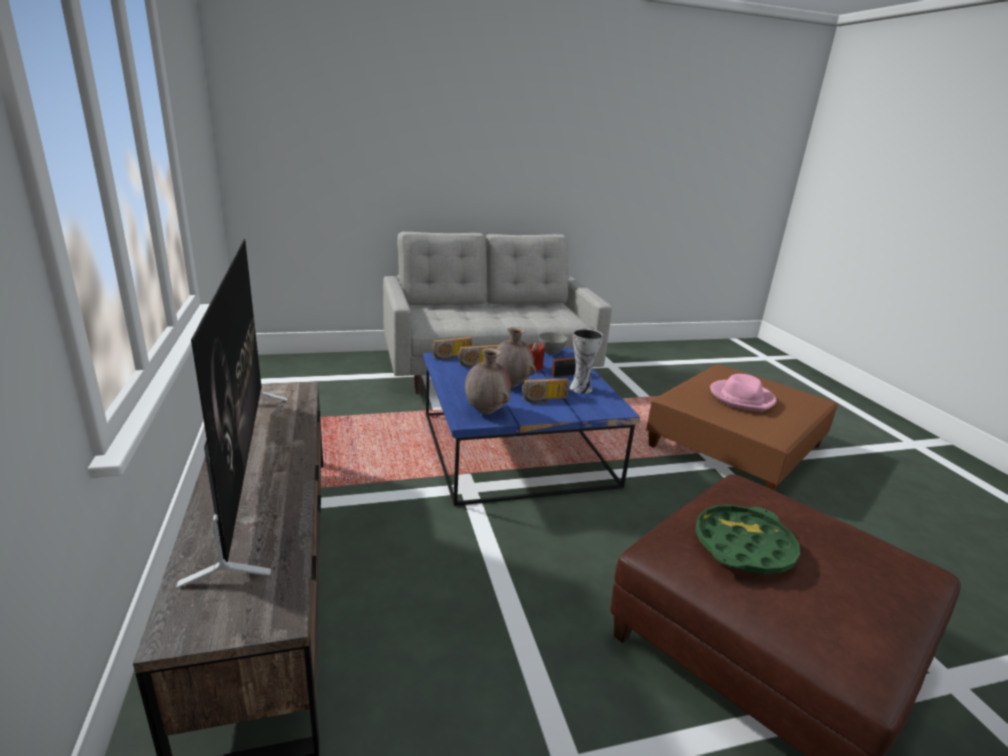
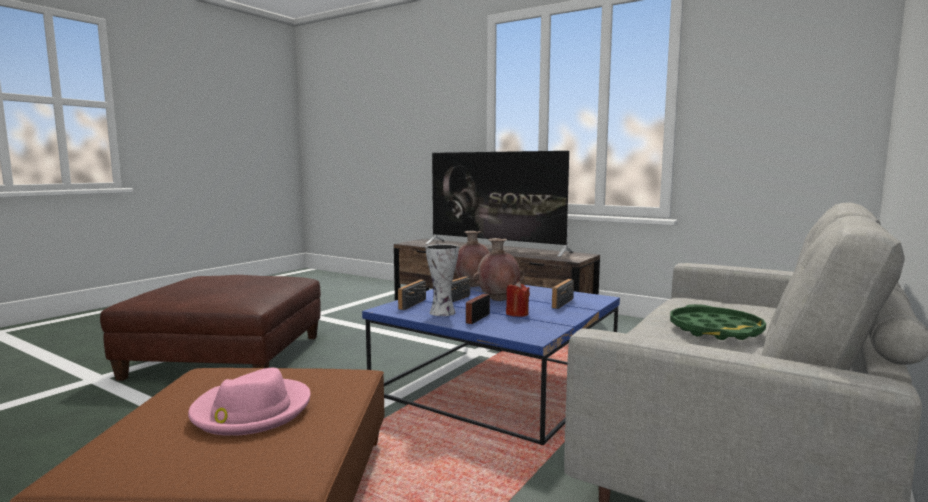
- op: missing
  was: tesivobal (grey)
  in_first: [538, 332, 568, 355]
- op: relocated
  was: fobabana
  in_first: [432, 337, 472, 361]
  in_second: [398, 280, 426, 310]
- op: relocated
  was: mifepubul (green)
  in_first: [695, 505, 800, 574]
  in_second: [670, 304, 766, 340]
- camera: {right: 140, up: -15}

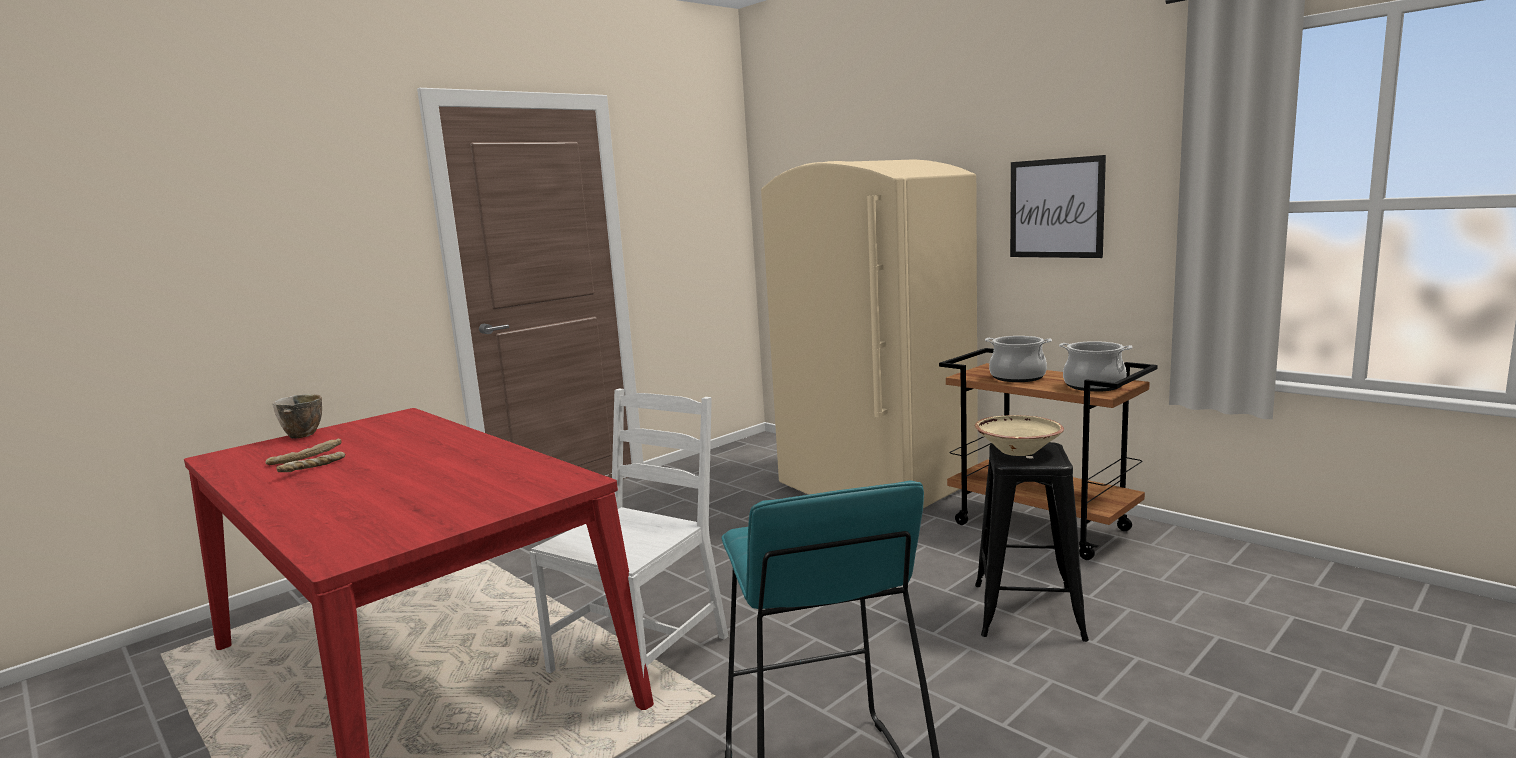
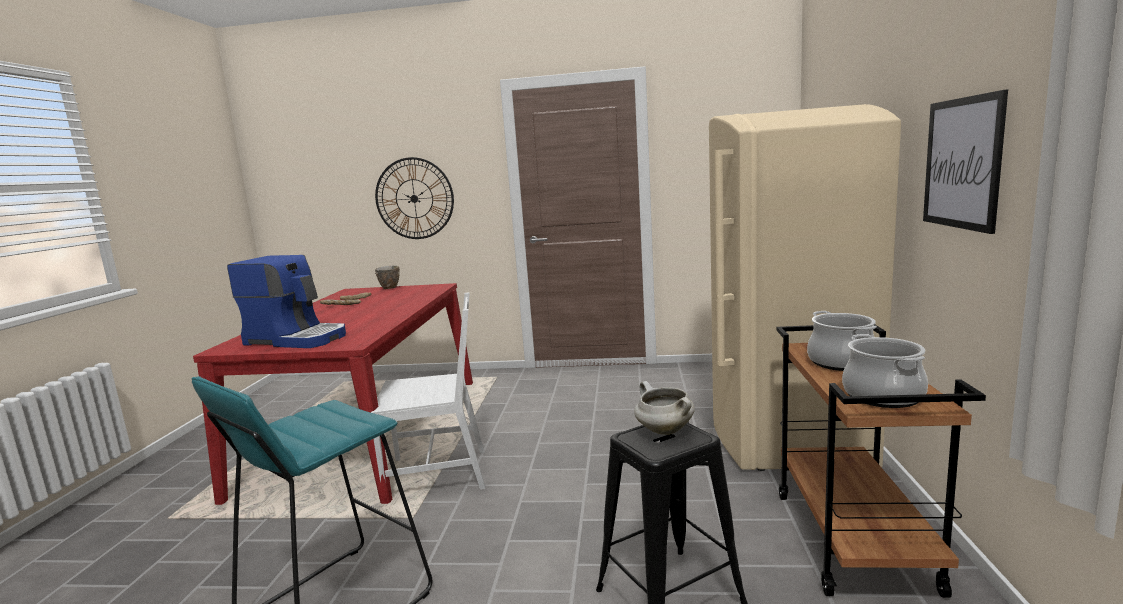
- op: exchanged
  was: tesivobal (beige)
  now: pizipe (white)
  in_first: [975, 415, 1064, 456]
  in_second: [634, 381, 695, 435]
- op: appeared
  now: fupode
  in_second: [375, 157, 454, 239]
- op: appeared
  now: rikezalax
  in_second: [227, 255, 346, 348]
- camera: {right: 50, up: 0}

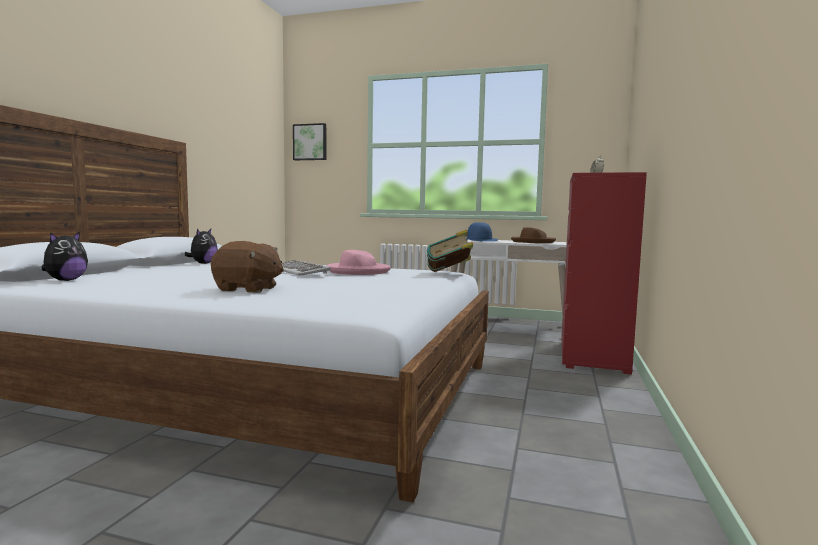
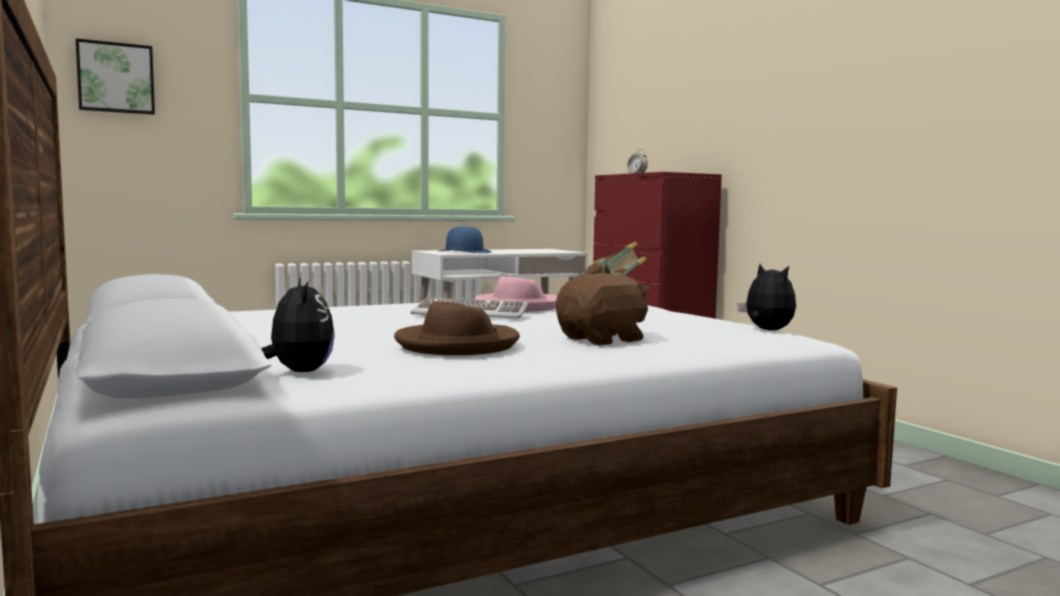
- op: relocated
  was: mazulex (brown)
  in_first: [511, 227, 556, 243]
  in_second: [394, 302, 520, 355]
- op: relocated
  was: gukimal
  in_first: [185, 229, 218, 264]
  in_second: [737, 264, 796, 330]
- camera: {right: -45, up: 0}

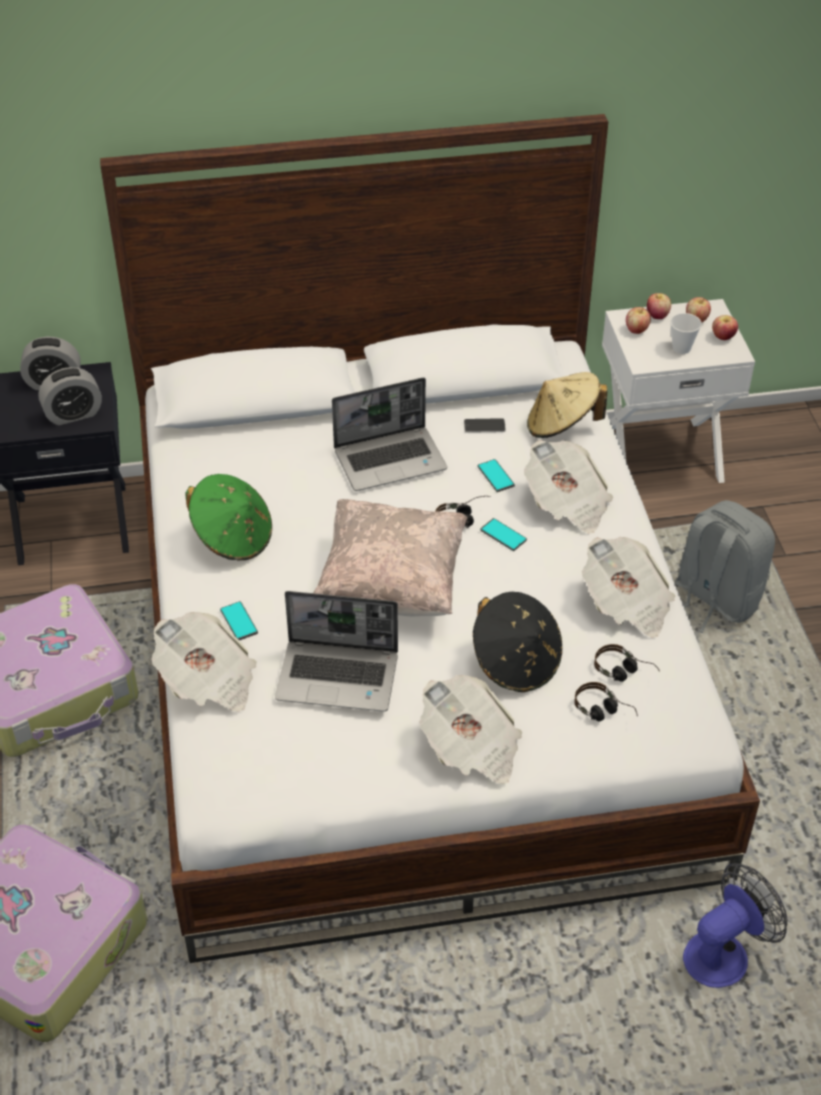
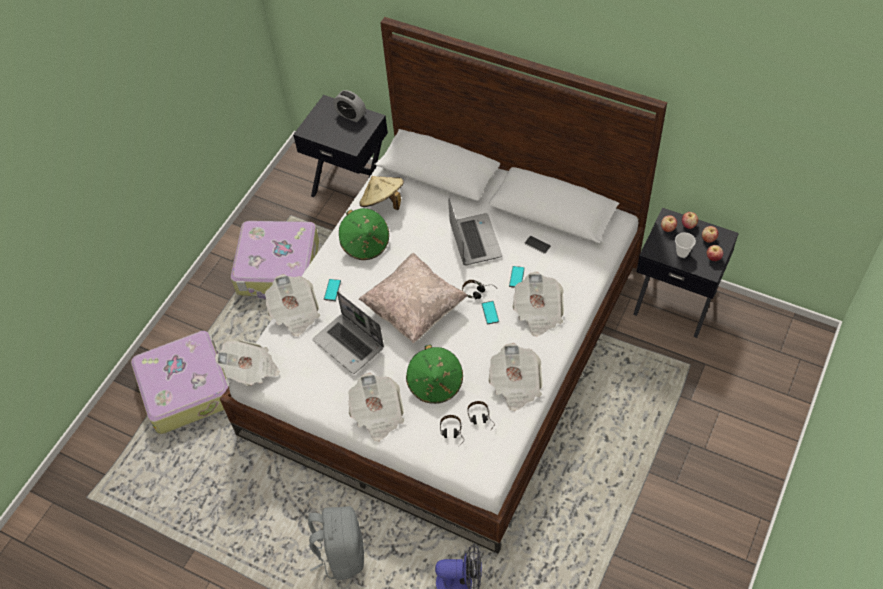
- op: colour
  was: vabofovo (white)
  now: vabofovo (black)
  in_first: [602, 299, 755, 483]
  in_second: [633, 208, 739, 338]
- op: missing
  was: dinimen
  in_first: [38, 367, 102, 425]
- op: relocated
  was: mazulex (beige)
  in_first: [527, 372, 607, 438]
  in_second: [359, 176, 404, 210]
- op: spun
  was: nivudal
  in_first: [332, 377, 447, 491]
  in_second: [448, 198, 502, 266]
  clockwise: -120
- op: relocated
  was: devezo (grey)
  in_first: [675, 500, 775, 633]
  in_second: [308, 506, 364, 580]
- op: colour
  was: mazulex (black)
  now: mazulex (green)
  in_first: [473, 592, 562, 692]
  in_second: [406, 344, 463, 404]
- op: appeared
  now: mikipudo
  in_second: [215, 338, 280, 386]
- camera: {right: 40, up: 10}

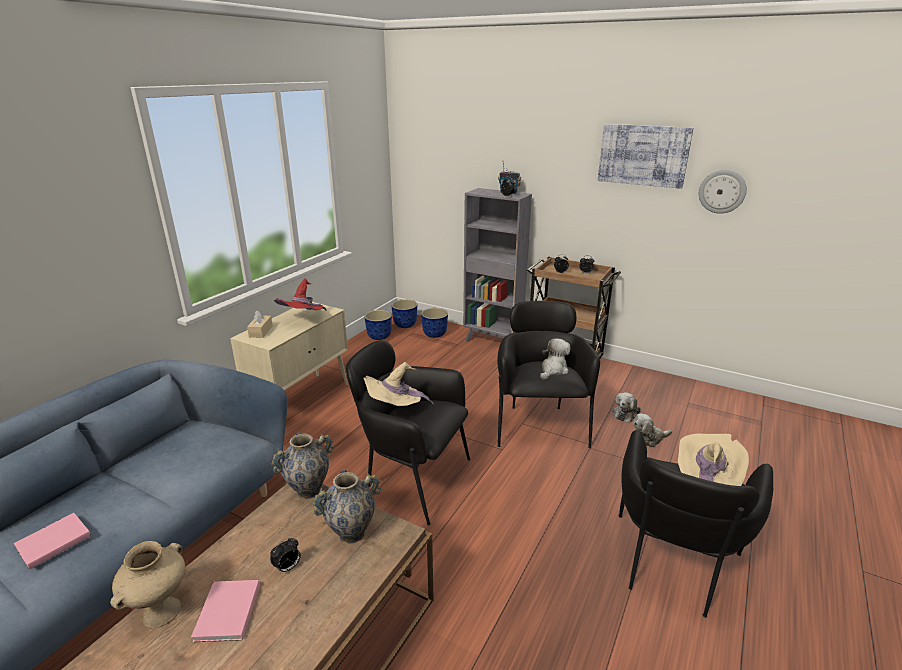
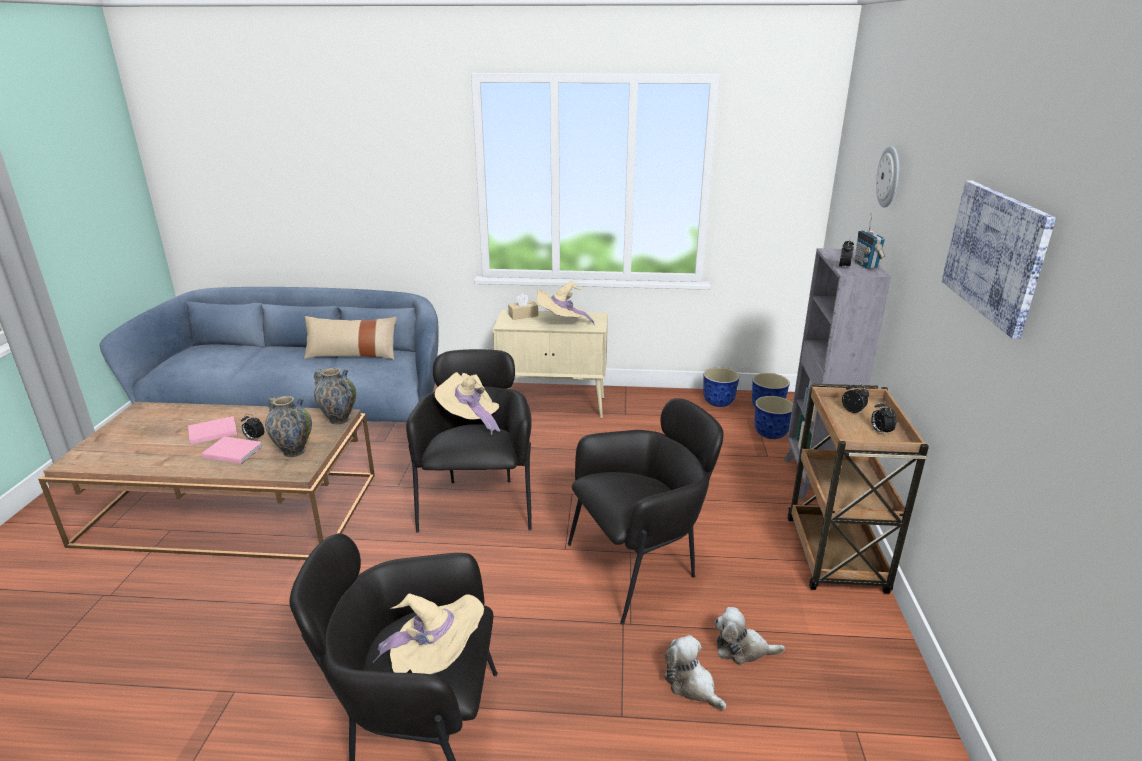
- op: relocated
  was: fupode
  in_first: [699, 170, 747, 214]
  in_second: [876, 146, 899, 207]
- op: colour
  was: mazulex (red)
  now: mazulex (beige)
  in_first: [274, 279, 327, 310]
  in_second: [537, 281, 595, 326]
- op: missing
  was: gukimal
  in_first: [540, 338, 570, 380]
- op: relocated
  was: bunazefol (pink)
  in_first: [14, 513, 91, 569]
  in_second: [202, 436, 263, 464]
- op: missing
  was: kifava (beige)
  in_first: [110, 541, 185, 628]
- op: appeared
  now: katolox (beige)
  in_second: [304, 316, 397, 360]
- camera: {right: 65, up: 0}

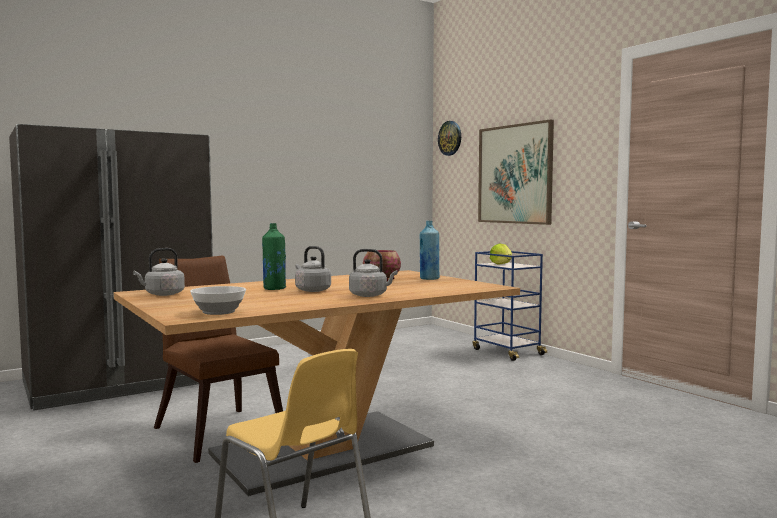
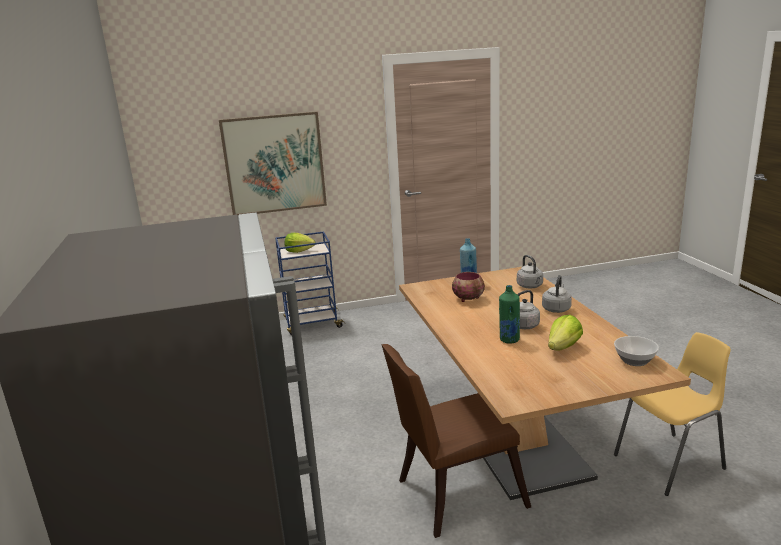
- op: missing
  was: fupode
  in_first: [438, 121, 461, 156]
- op: relocated
  was: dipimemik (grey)
  in_first: [133, 248, 185, 296]
  in_second: [517, 255, 543, 288]
- op: appeared
  now: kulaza
  in_second: [548, 315, 583, 351]
- camera: {right: -70, up: 15}

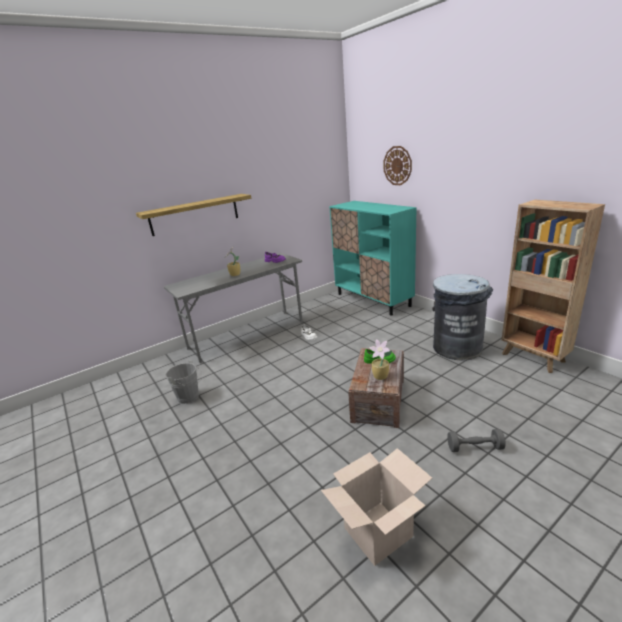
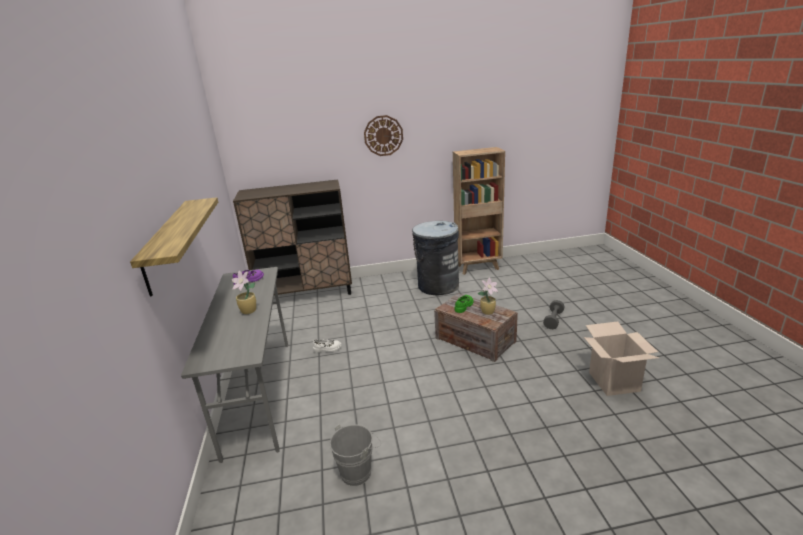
- op: relocated
  was: fupode
  in_first: [384, 146, 412, 185]
  in_second: [364, 115, 403, 156]
- op: colour
  was: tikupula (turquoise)
  now: tikupula (brown)
  in_first: [329, 201, 417, 316]
  in_second: [233, 180, 352, 295]
- camera: {right: -65, up: 0}

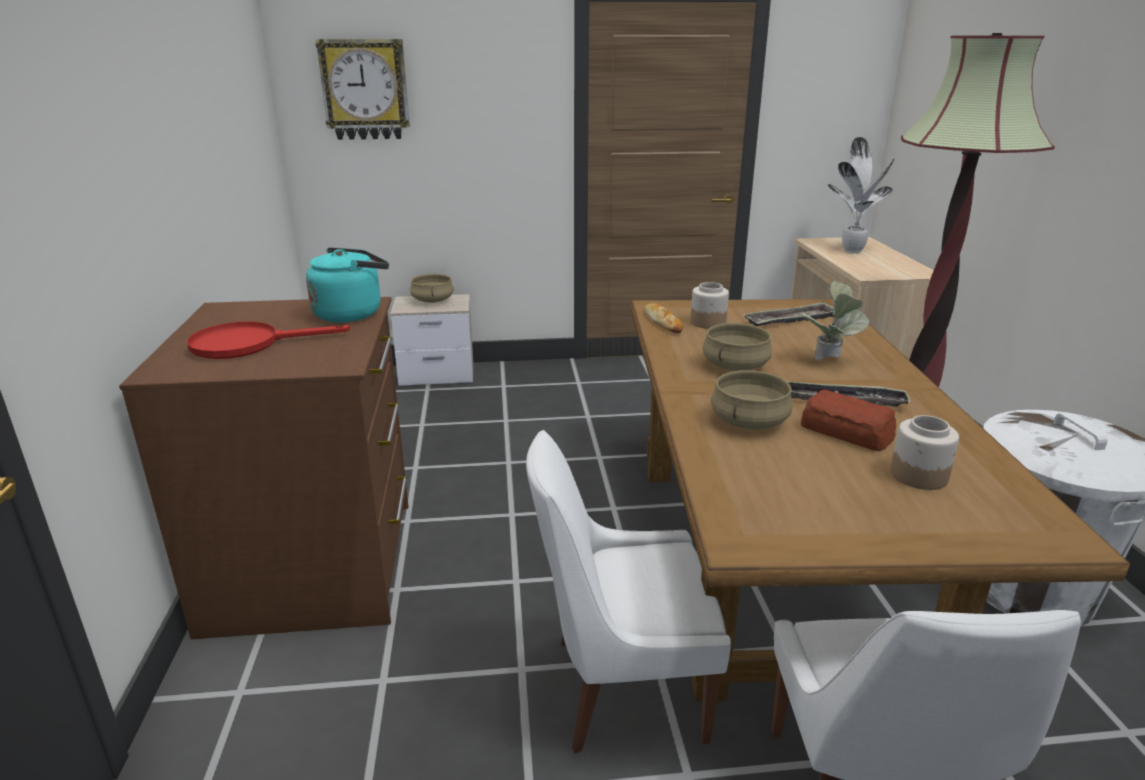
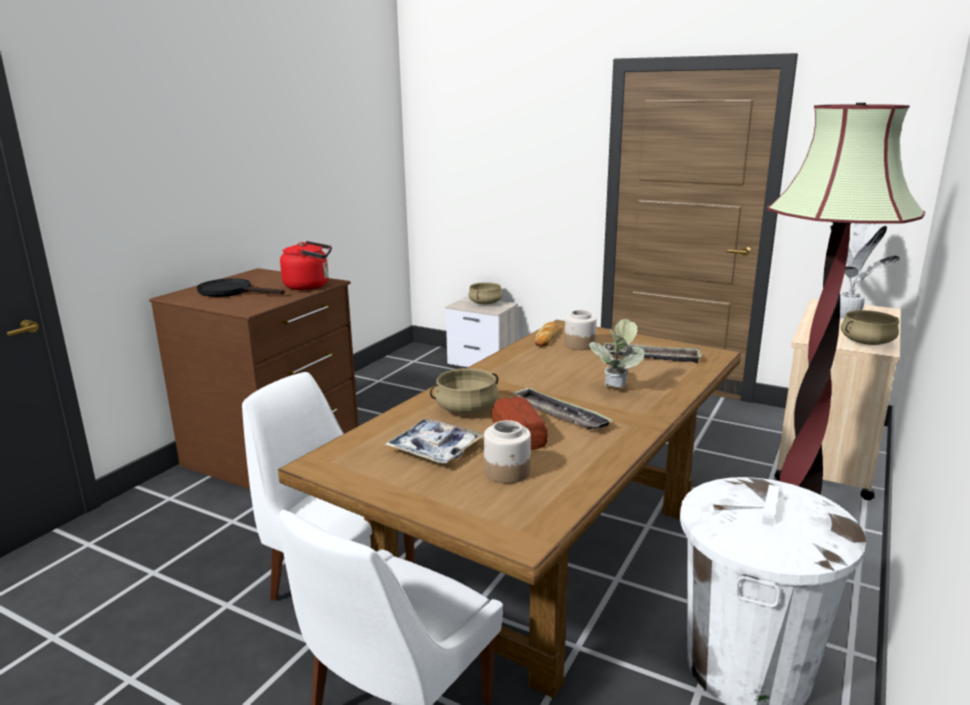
- op: missing
  was: fupode
  in_first: [316, 39, 410, 140]
- op: colour
  was: dipimemik (turquoise)
  now: dipimemik (red)
  in_first: [306, 247, 389, 322]
  in_second: [280, 241, 332, 290]
- op: colour
  was: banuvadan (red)
  now: banuvadan (black)
  in_first: [187, 321, 350, 359]
  in_second: [197, 278, 285, 297]
- op: relocated
  was: pizipe (beige)
  in_first: [702, 323, 772, 371]
  in_second: [841, 310, 899, 345]
- op: appeared
  now: mifepubul
  in_second: [384, 419, 484, 463]
- camera: {right: 35, up: -5}

